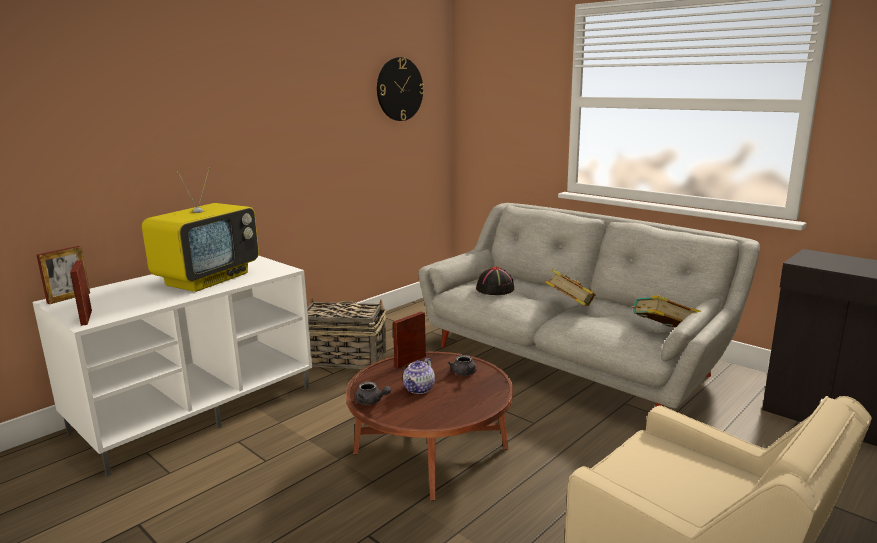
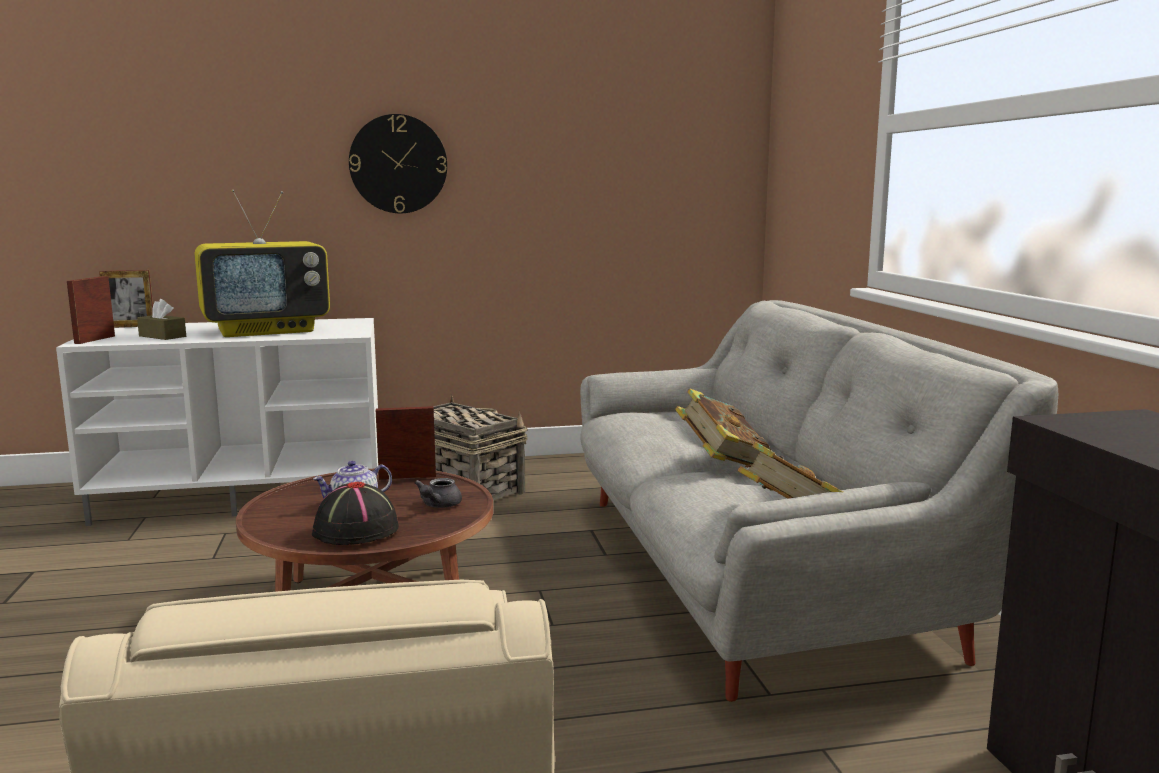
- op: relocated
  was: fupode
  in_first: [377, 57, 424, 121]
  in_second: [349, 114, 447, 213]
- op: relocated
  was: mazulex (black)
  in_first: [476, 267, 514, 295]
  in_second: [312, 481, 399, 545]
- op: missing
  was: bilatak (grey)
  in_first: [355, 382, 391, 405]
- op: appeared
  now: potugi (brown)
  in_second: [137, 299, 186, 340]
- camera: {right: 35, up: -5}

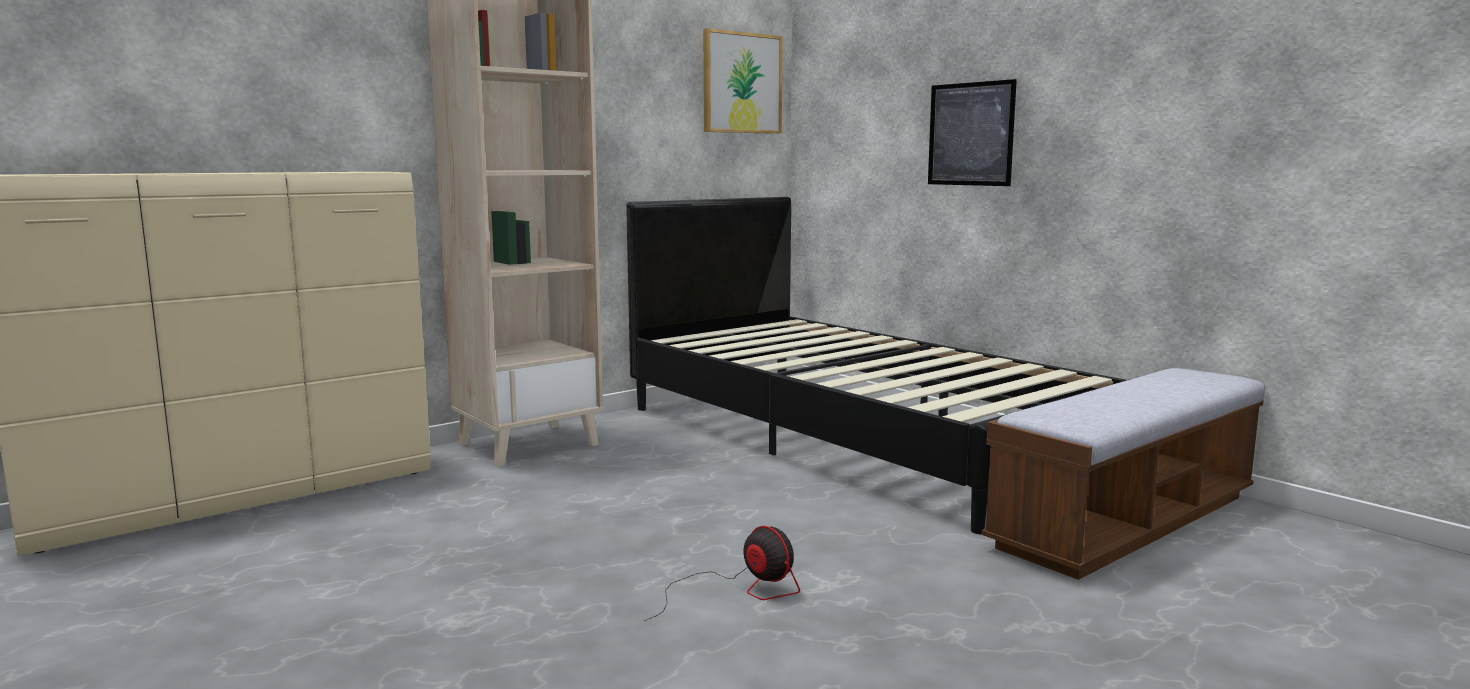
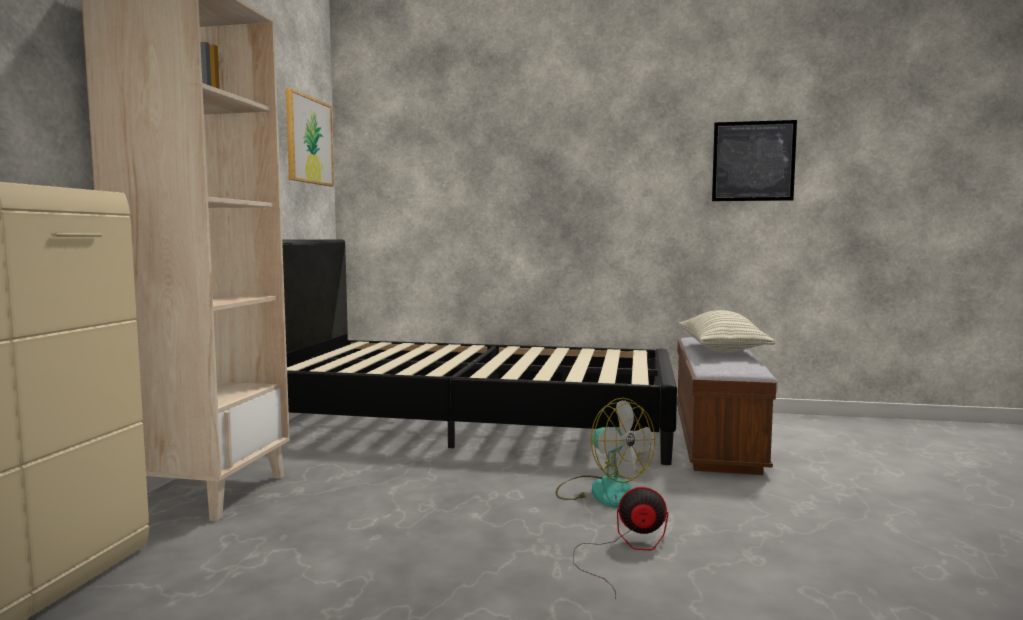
- op: relocated
  was: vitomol
  in_first: [928, 79, 1017, 186]
  in_second: [712, 120, 797, 201]
- op: appeared
  now: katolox
  in_second: [678, 310, 775, 353]
- op: appeared
  now: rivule
  in_second: [556, 398, 655, 508]
- camera: {right: -40, up: -5}

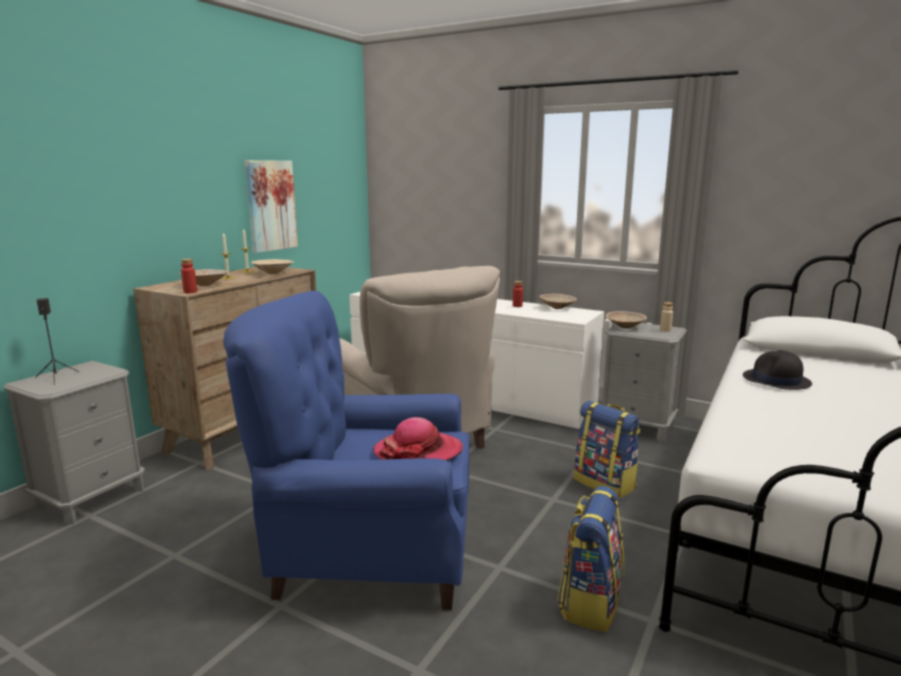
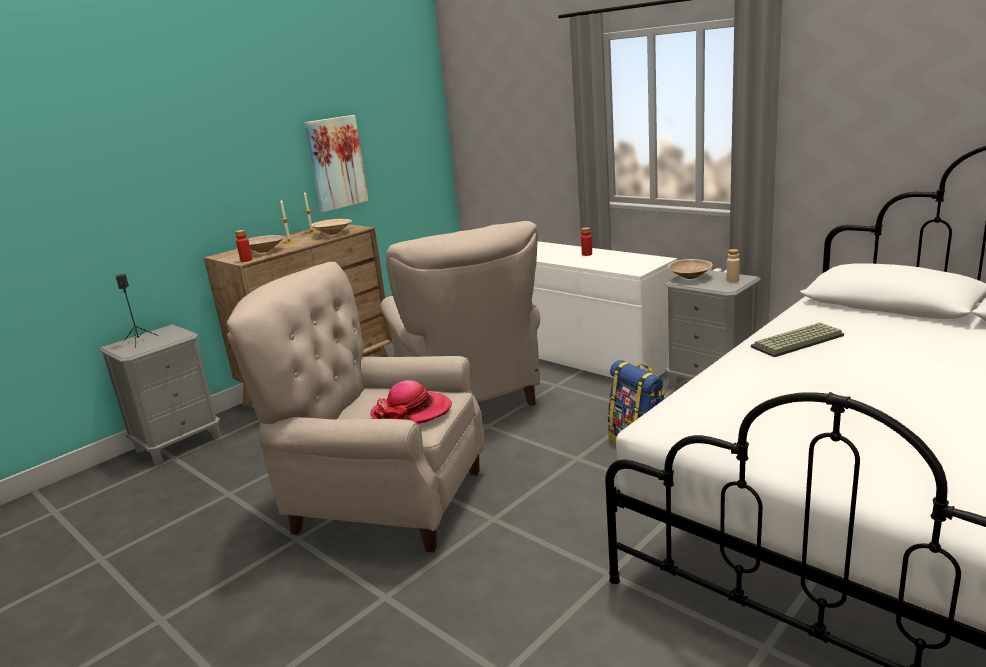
- op: colour
  was: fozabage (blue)
  now: fozabage (beige)
  in_first: [223, 291, 469, 610]
  in_second: [227, 262, 485, 553]
- op: missing
  was: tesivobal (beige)
  in_first: [539, 294, 577, 309]
- op: exchanged
  was: mazulex (black)
  now: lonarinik
  in_first: [743, 350, 812, 390]
  in_second: [751, 322, 844, 357]
- op: missing
  was: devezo
  in_first: [557, 486, 624, 633]
- camera: {right: 15, up: 5}

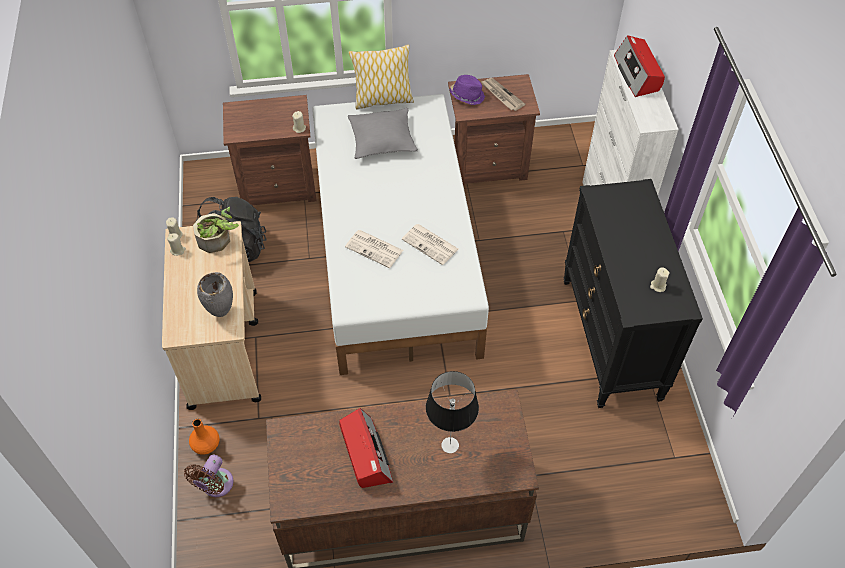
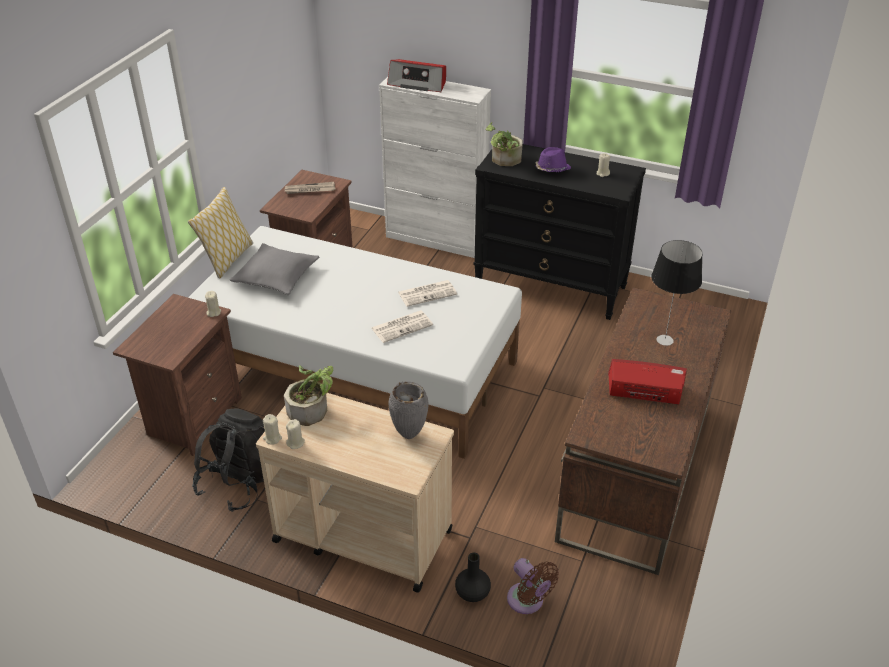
- op: relocated
  was: mazulex (purple)
  in_first: [450, 75, 485, 105]
  in_second: [536, 147, 571, 172]
- op: colour
  was: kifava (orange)
  now: kifava (black)
  in_first: [189, 419, 219, 455]
  in_second: [455, 553, 491, 602]
- op: appeared
  now: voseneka
  in_second: [485, 122, 523, 166]
- camera: {right: -60, up: -15}

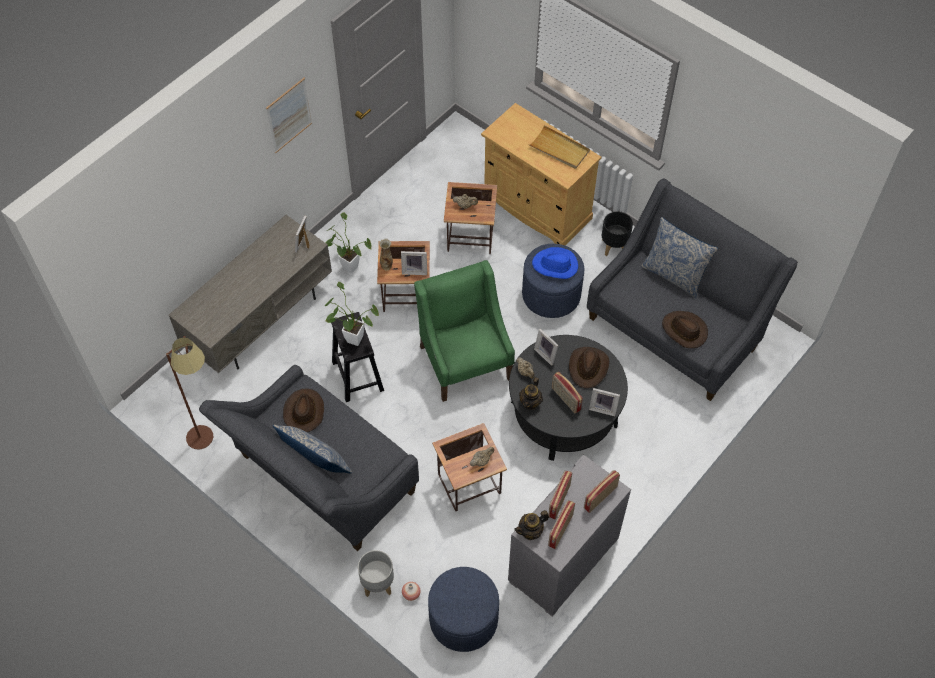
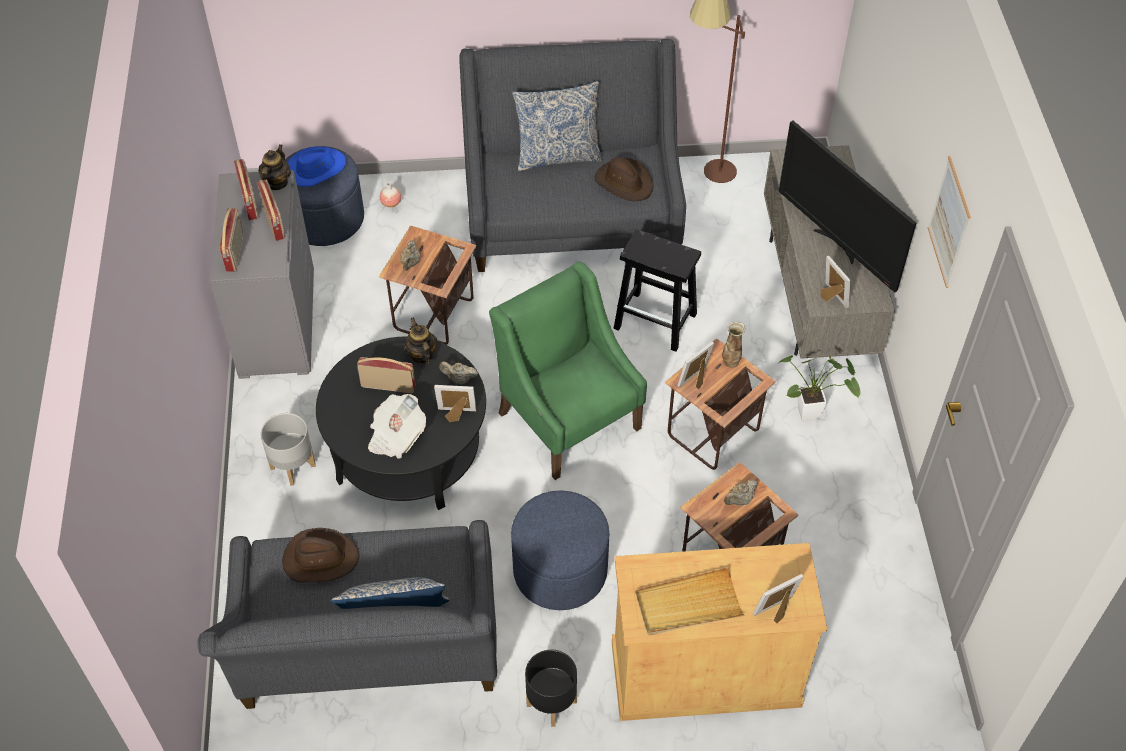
- op: relocated
  was: mazulex (blue)
  in_first: [532, 247, 578, 279]
  in_second: [288, 147, 346, 187]
- op: spun
  was: fozabage (green)
  in_first: [414, 260, 515, 402]
  in_second: [489, 262, 647, 480]
  clockwise: -150
- op: missing
  was: voseneka
  in_first: [325, 282, 379, 346]
- op: exchanged
  was: mazulex (brown)
  now: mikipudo
  in_first: [569, 347, 609, 388]
  in_second: [368, 394, 426, 459]
- op: relocated
  was: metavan
  in_first: [589, 388, 620, 416]
  in_second: [753, 574, 804, 623]
- op: relocated
  was: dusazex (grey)
  in_first: [358, 550, 394, 597]
  in_second: [261, 413, 316, 486]
- op: appeared
  now: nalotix
  in_second: [779, 121, 916, 293]
- camera: {right: 135, up: -5}

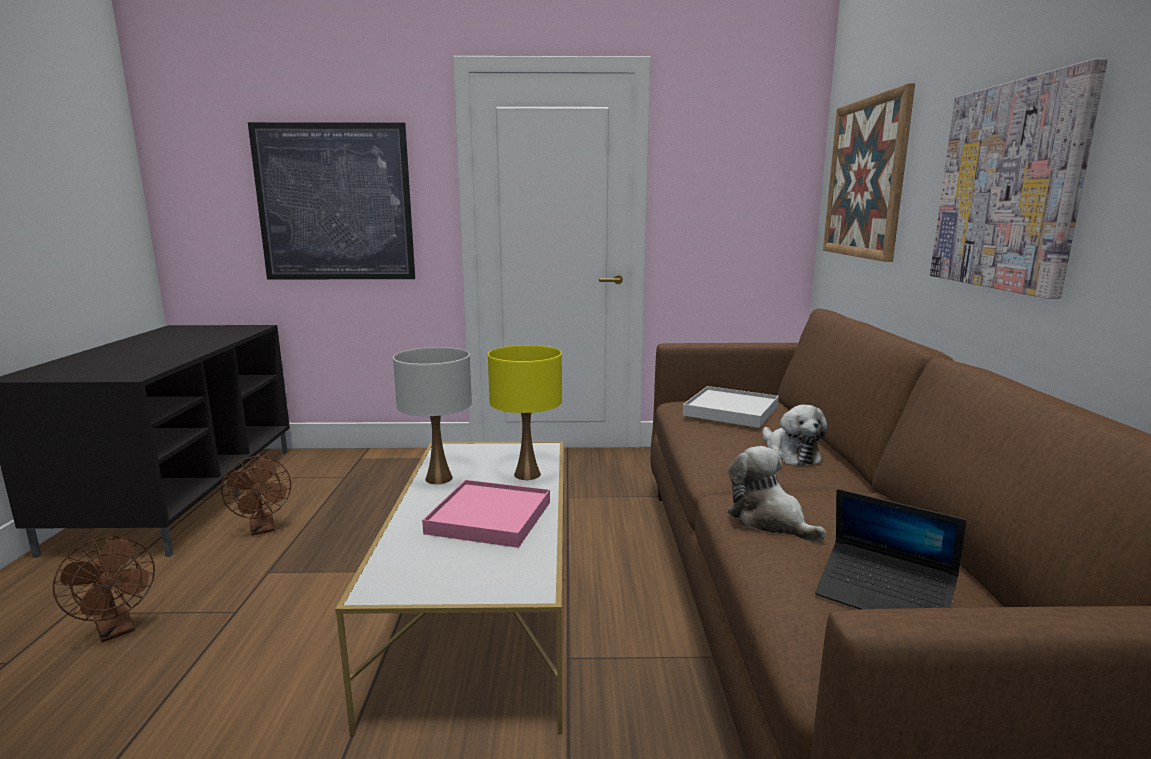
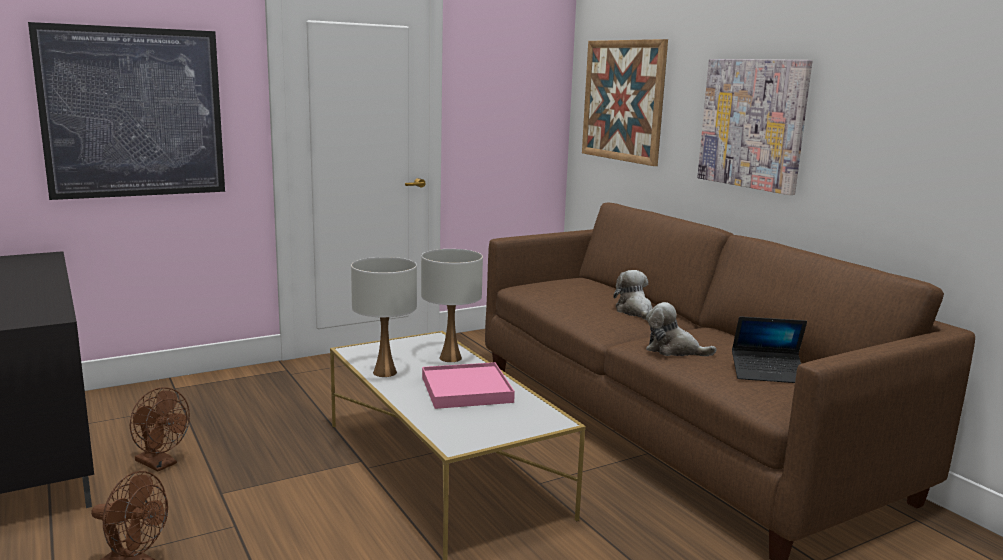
- op: colour
  was: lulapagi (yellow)
  now: lulapagi (white)
  in_first: [488, 345, 562, 480]
  in_second: [421, 249, 483, 362]
- op: missing
  was: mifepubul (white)
  in_first: [683, 386, 779, 428]
- op: spun
  was: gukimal
  in_first: [762, 405, 828, 466]
  in_second: [613, 270, 653, 320]
  clockwise: -150
- camera: {right: -30, up: 0}

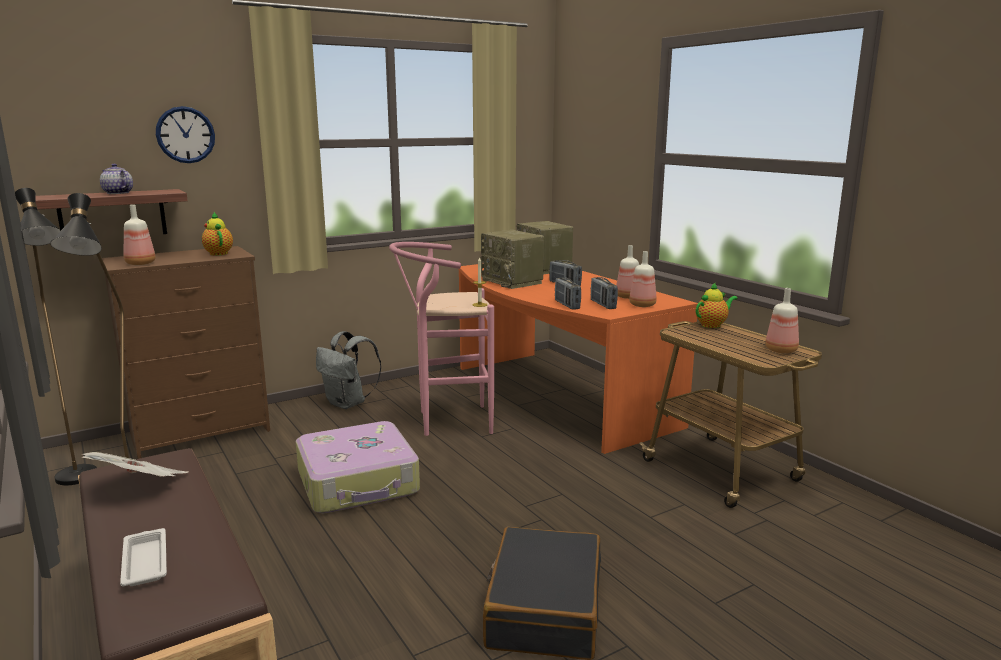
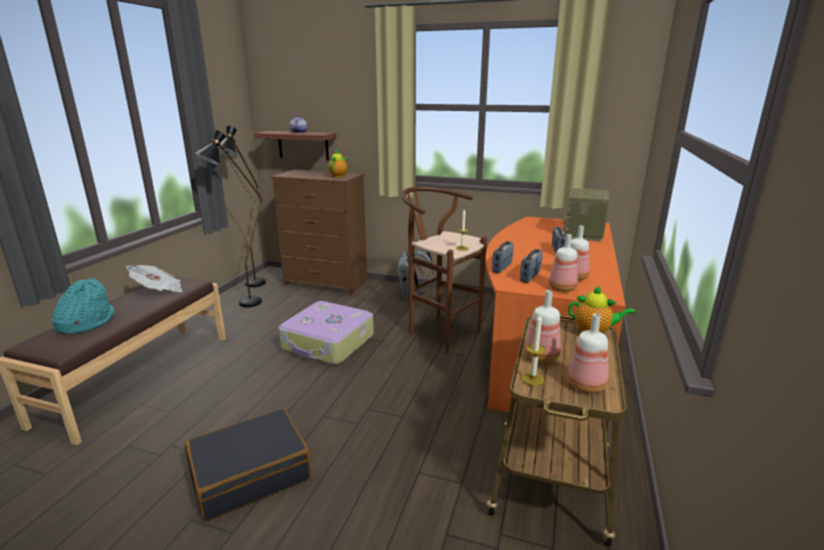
- op: missing
  was: fupode
  in_first: [156, 106, 215, 163]
- op: relocated
  was: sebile
  in_first: [124, 205, 156, 265]
  in_second: [524, 290, 561, 362]
- op: missing
  was: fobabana
  in_first: [481, 230, 544, 289]
- op: colour
  was: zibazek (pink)
  now: zibazek (brown)
  in_first: [389, 242, 494, 436]
  in_second: [401, 186, 487, 353]
- op: exchanged
  was: mifepubul (white)
  now: mazulex (turquoise)
  in_first: [120, 528, 167, 587]
  in_second: [52, 278, 115, 334]
- op: appeared
  now: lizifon
  in_second: [522, 314, 546, 386]
- camera: {right: 50, up: 5}

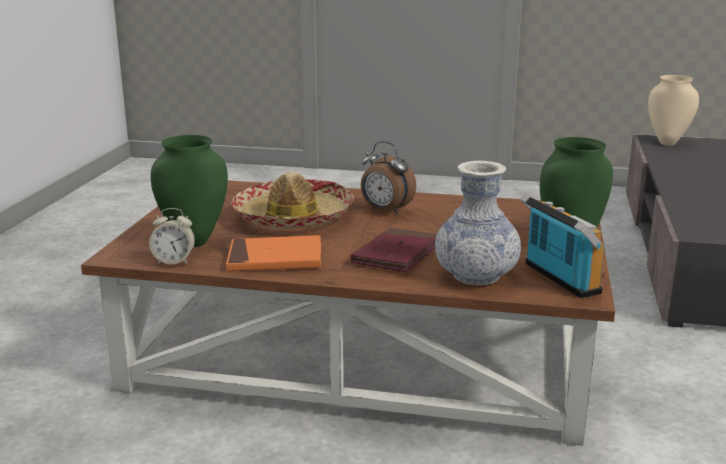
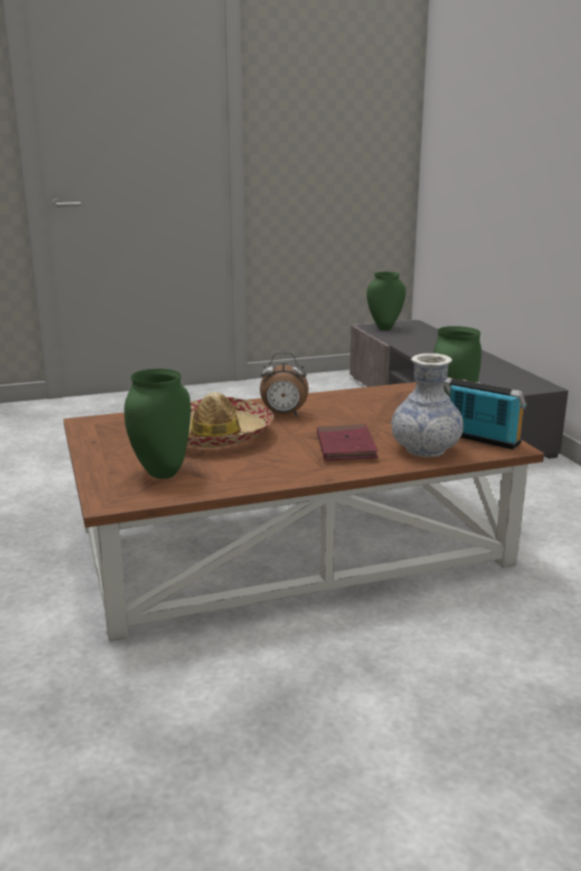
- op: colour
  was: kifava (beige)
  now: kifava (green)
  in_first: [648, 75, 699, 146]
  in_second: [367, 272, 406, 330]
- op: missing
  was: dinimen
  in_first: [149, 208, 195, 264]
- op: missing
  was: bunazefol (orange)
  in_first: [226, 235, 321, 272]
- camera: {right: -30, up: 0}

